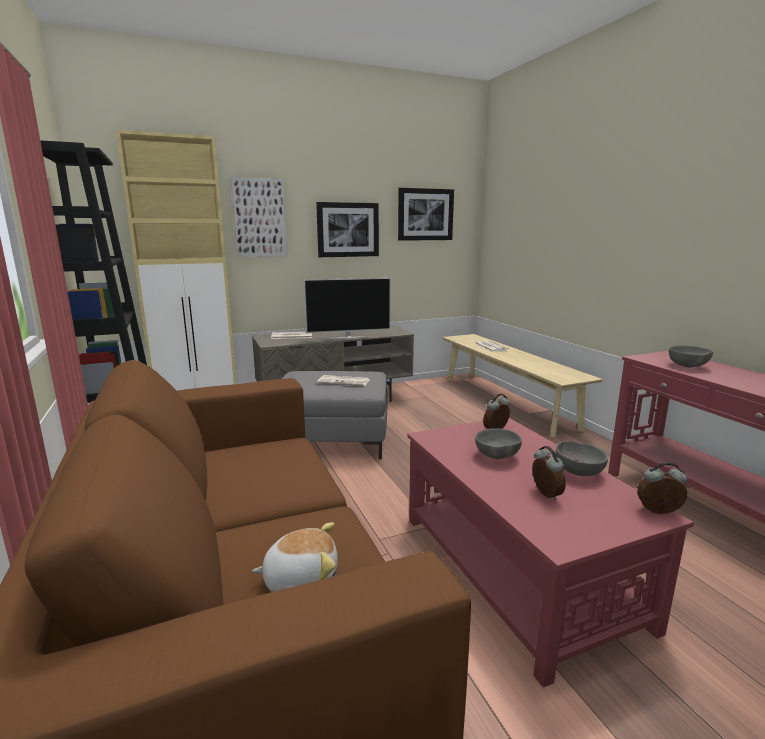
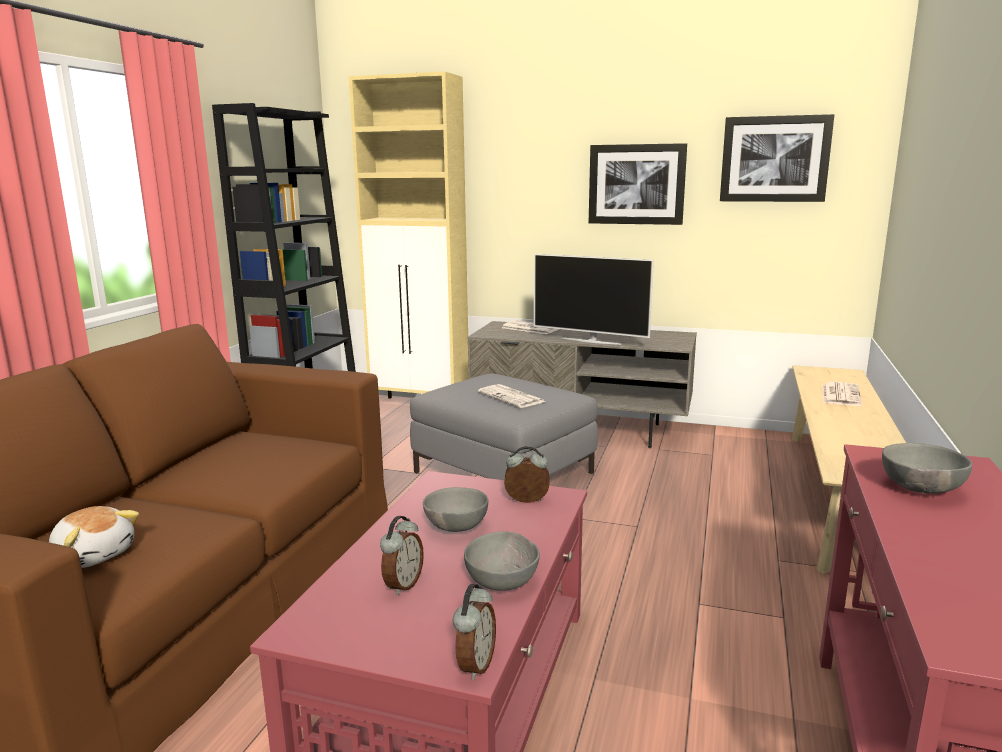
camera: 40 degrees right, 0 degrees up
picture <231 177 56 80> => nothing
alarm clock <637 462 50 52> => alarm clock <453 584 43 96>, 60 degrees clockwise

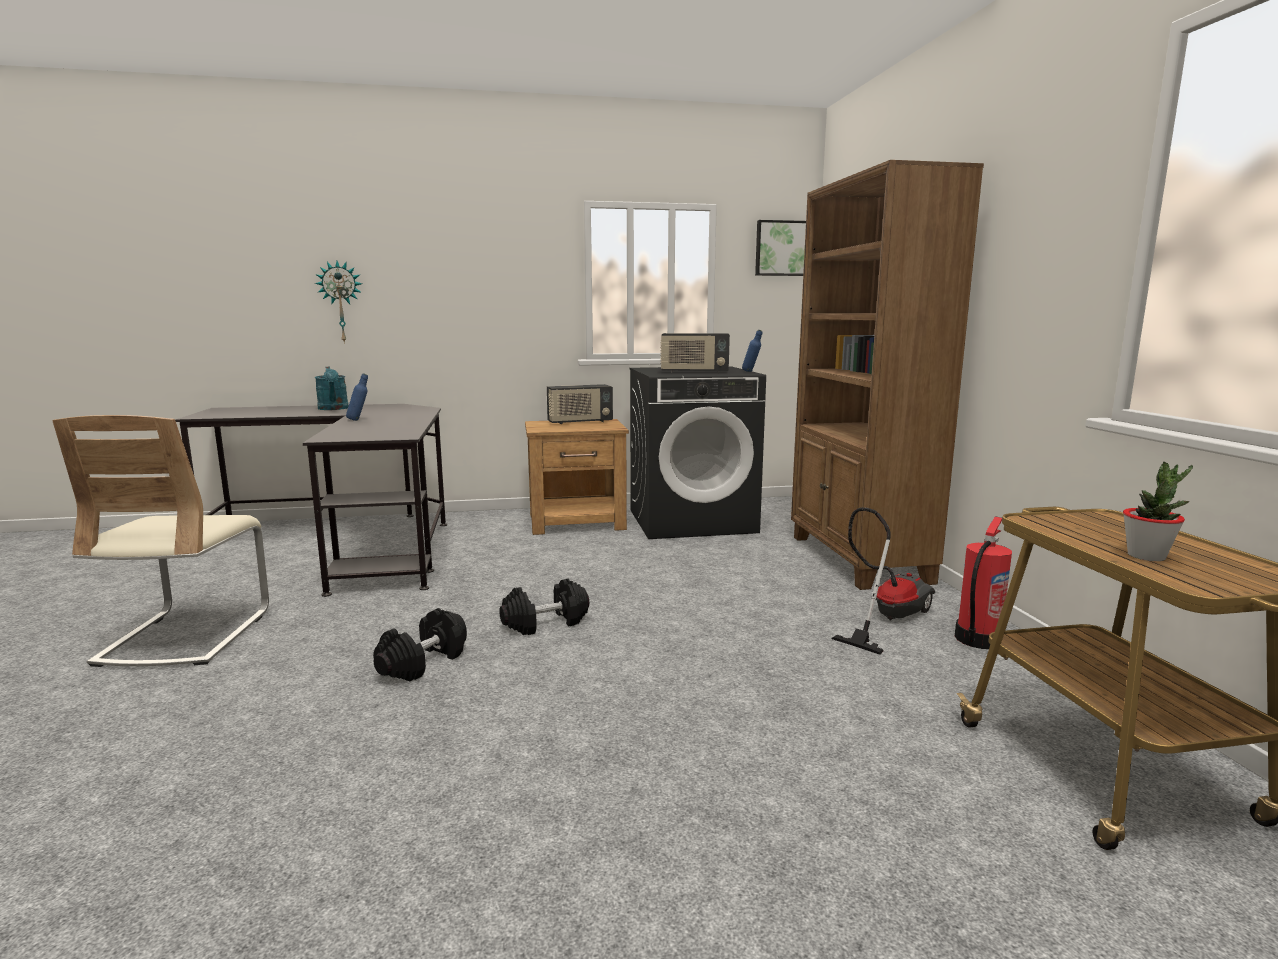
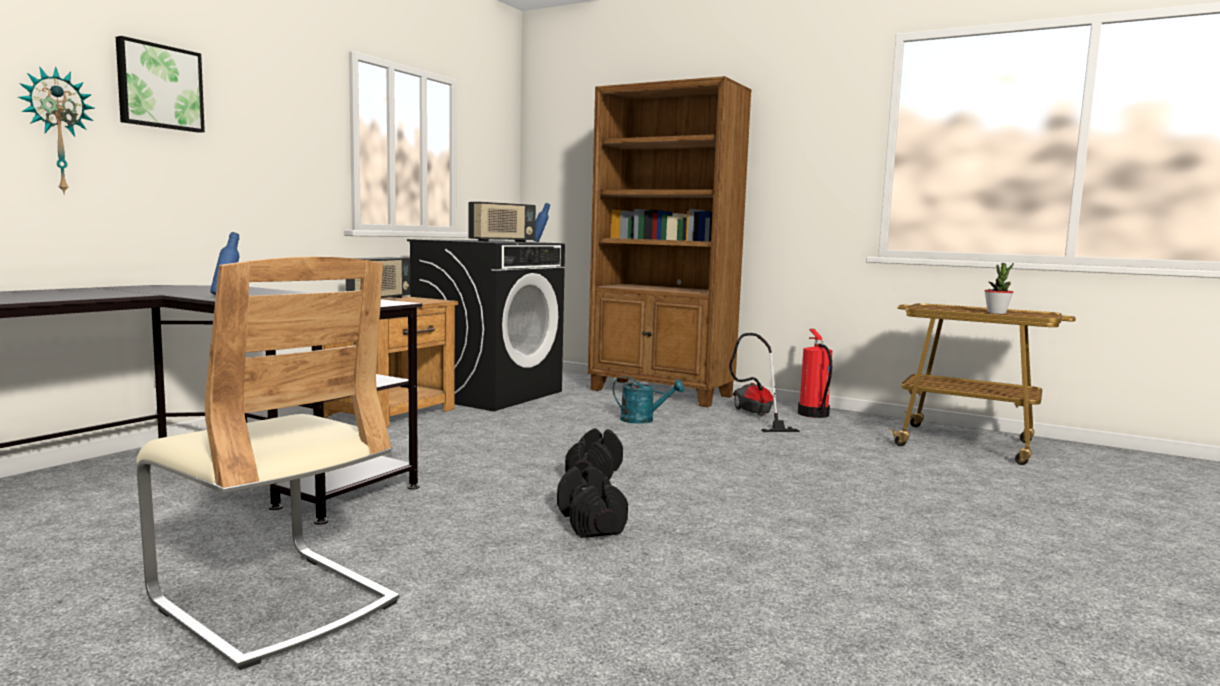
camera: 50 degrees left, 5 degrees down
watering can (turquoise) <315 367 34 43> => watering can (turquoise) <613 376 71 48>, moved
picture <755 220 51 56> => picture <116 36 89 97>, moved

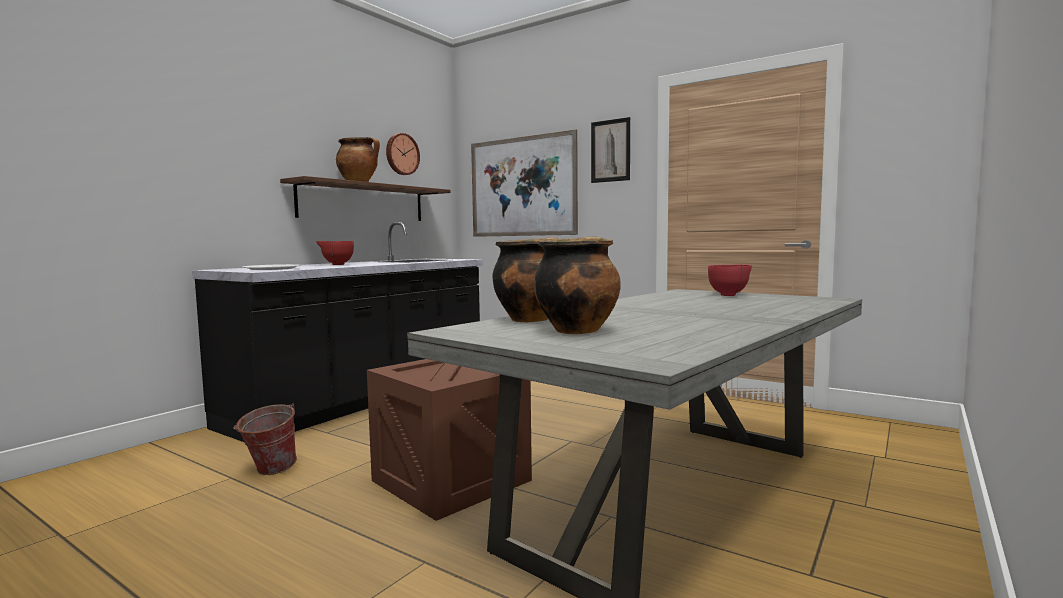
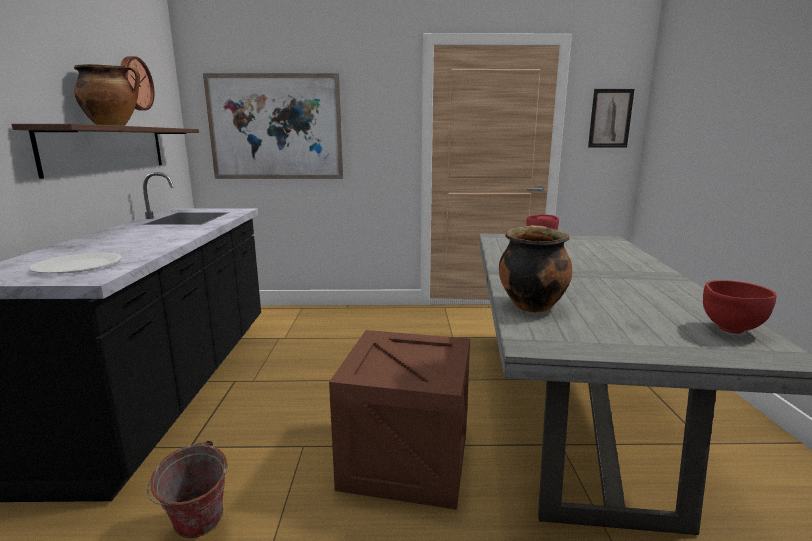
camera: 35 degrees left, 10 degrees up
cooking pot <534 236 86 98> => nothing
bowl (red) <317 241 37 24> => bowl (red) <703 280 74 54>, moved
picture <591 117 39 66> => picture <588 89 47 59>, moved

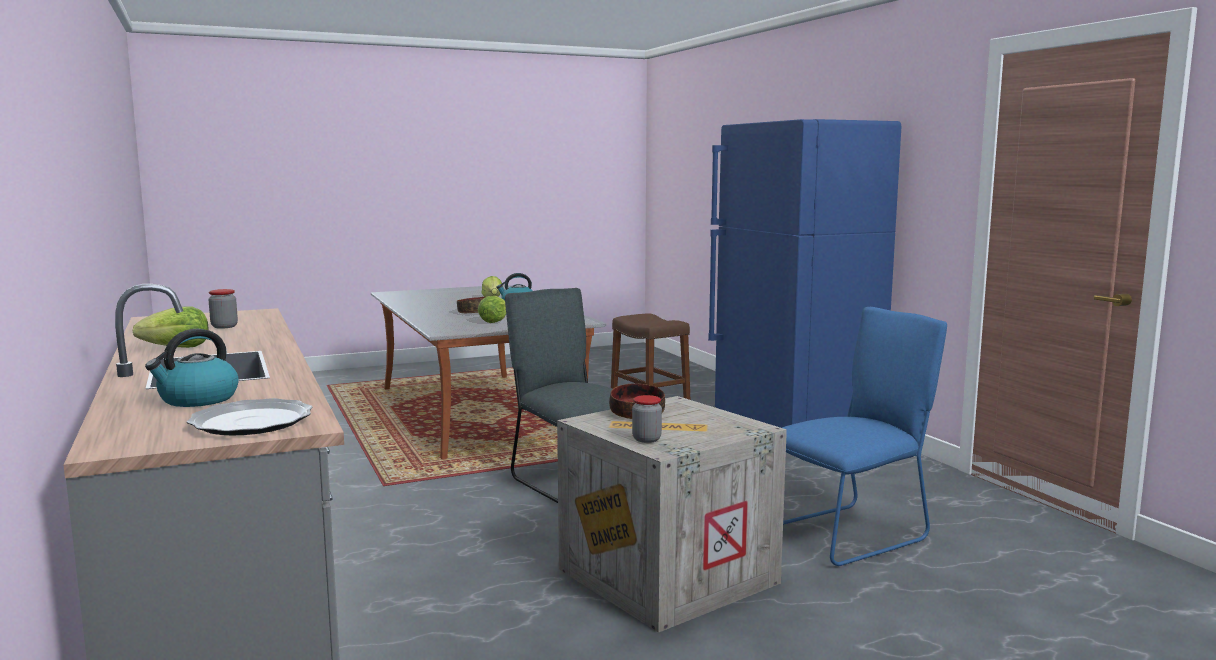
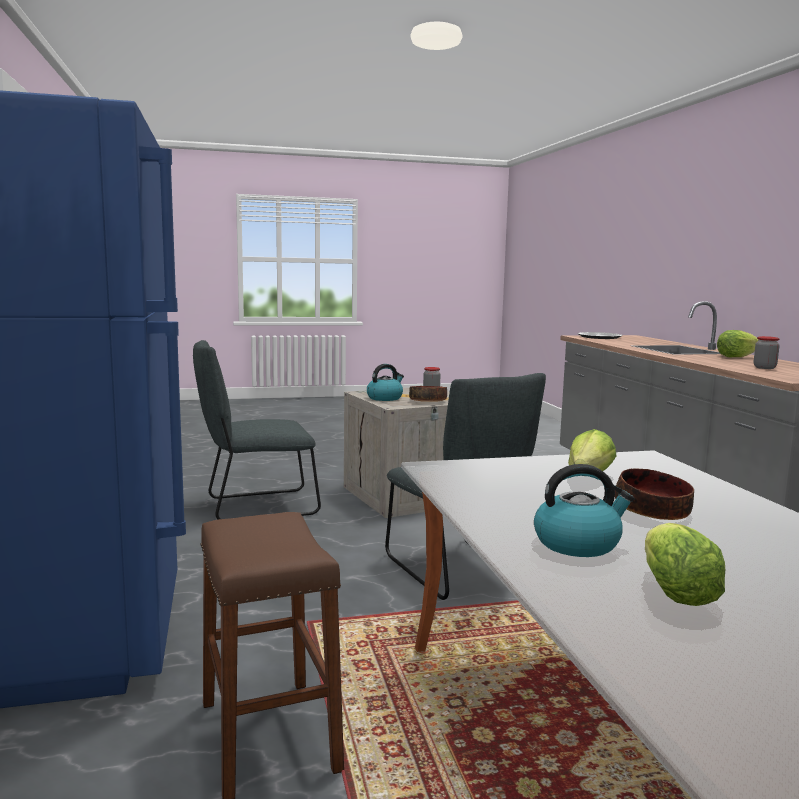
camera: 170 degrees left, 0 degrees up
kettle <145 329 94 78> => kettle <367 364 37 37>, moved
chair (blue) <782 307 165 259> => chair (grey) <193 340 128 180>

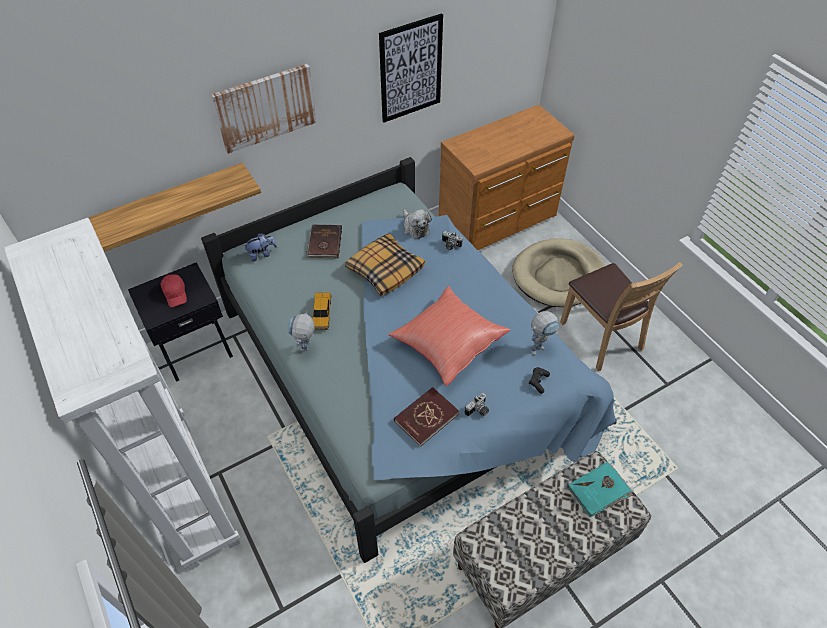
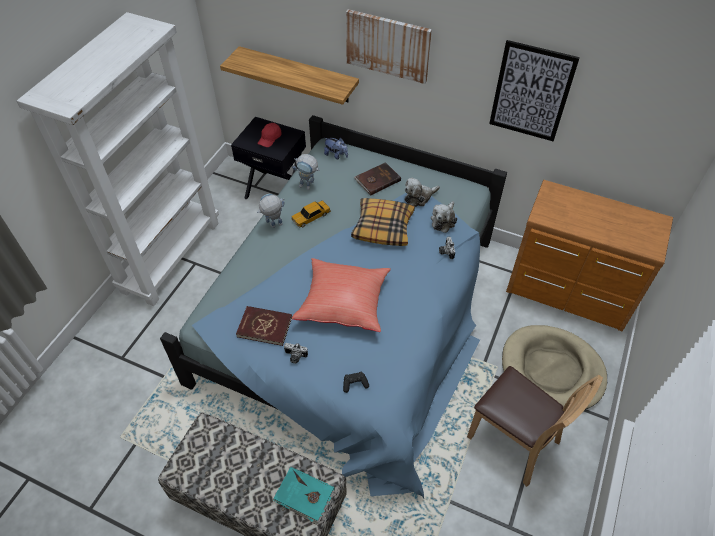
camera: 55 degrees right, 0 degrees up
nothing => plush toy <404 178 36 29>
toy robot <531 311 28 44> => toy robot <292 154 28 36>, moved
chair (brown) <560 262 123 109> => chair (brown) <467 366 136 121>, 75 degrees counterclockwise

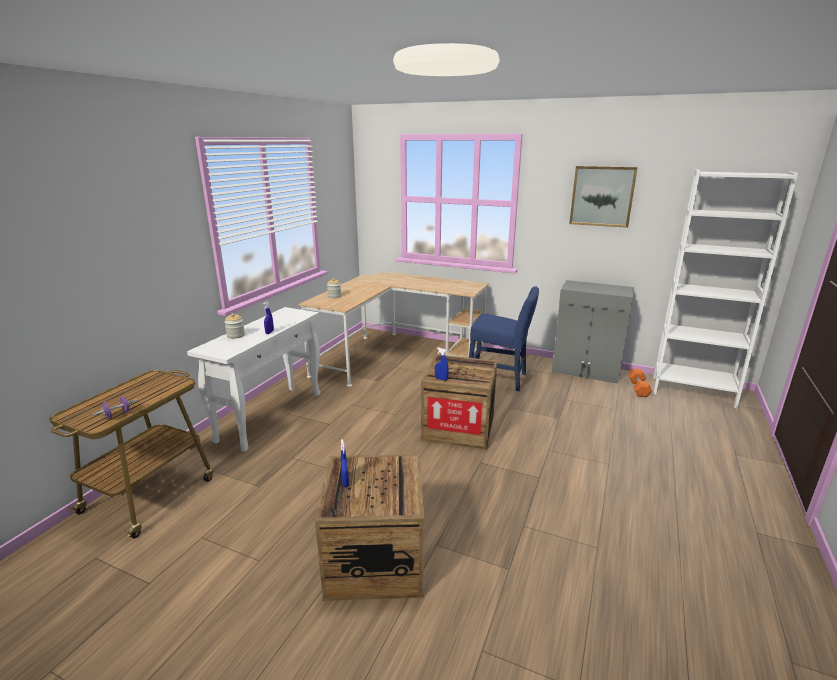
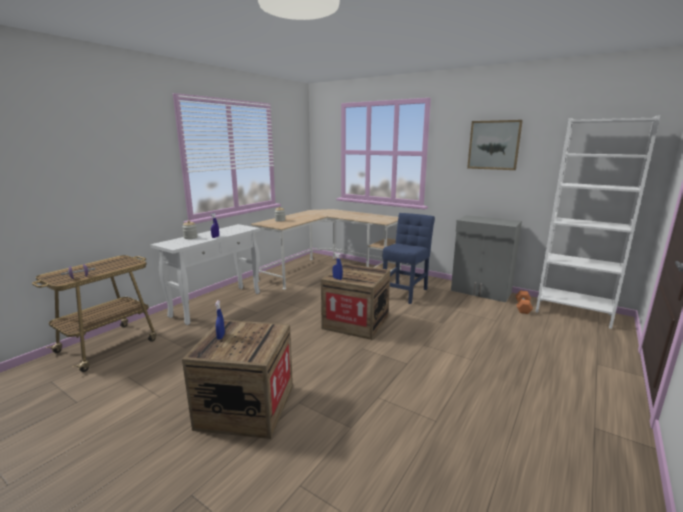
camera: 10 degrees right, 5 degrees down
chair (blue) <469 286 70 105> => chair (blue) <383 213 52 91>, 90 degrees counterclockwise

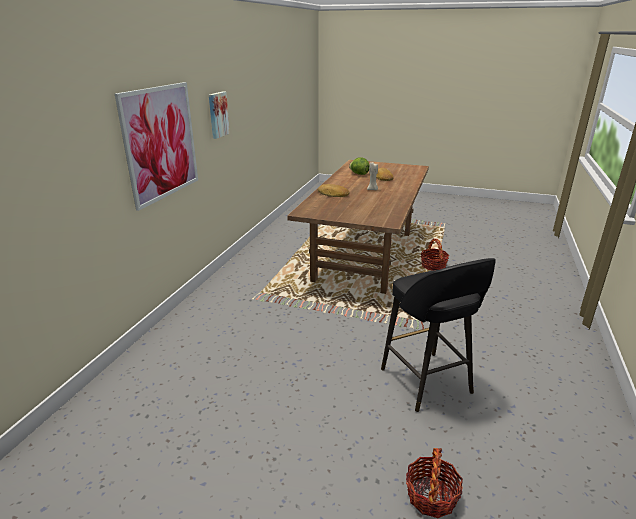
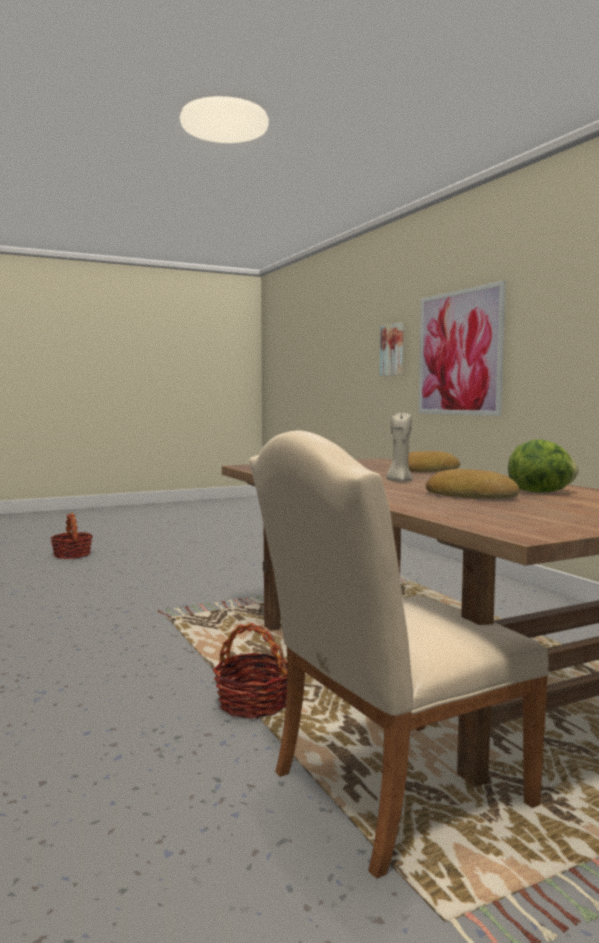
camera: 135 degrees right, 20 degrees down
stool (black) <381 258 115 154> => nothing
nothing => chair (beige) <249 430 301 449>
picture <209 91 21 48> => picture <380 323 24 53>, moved

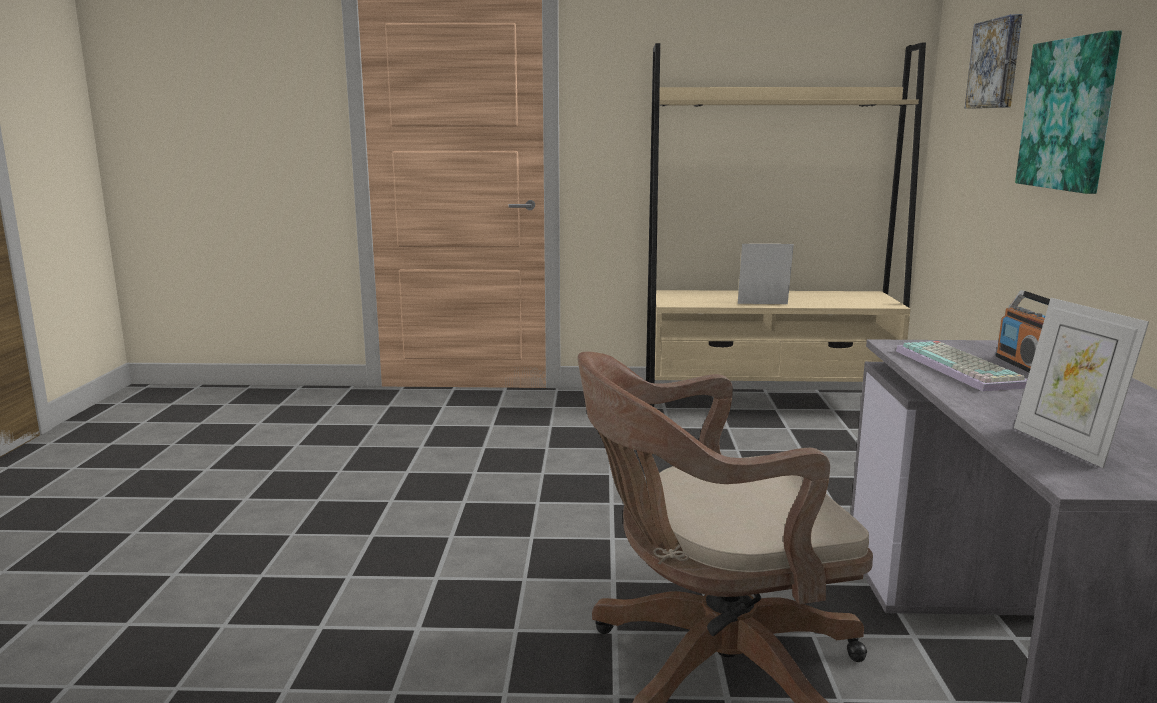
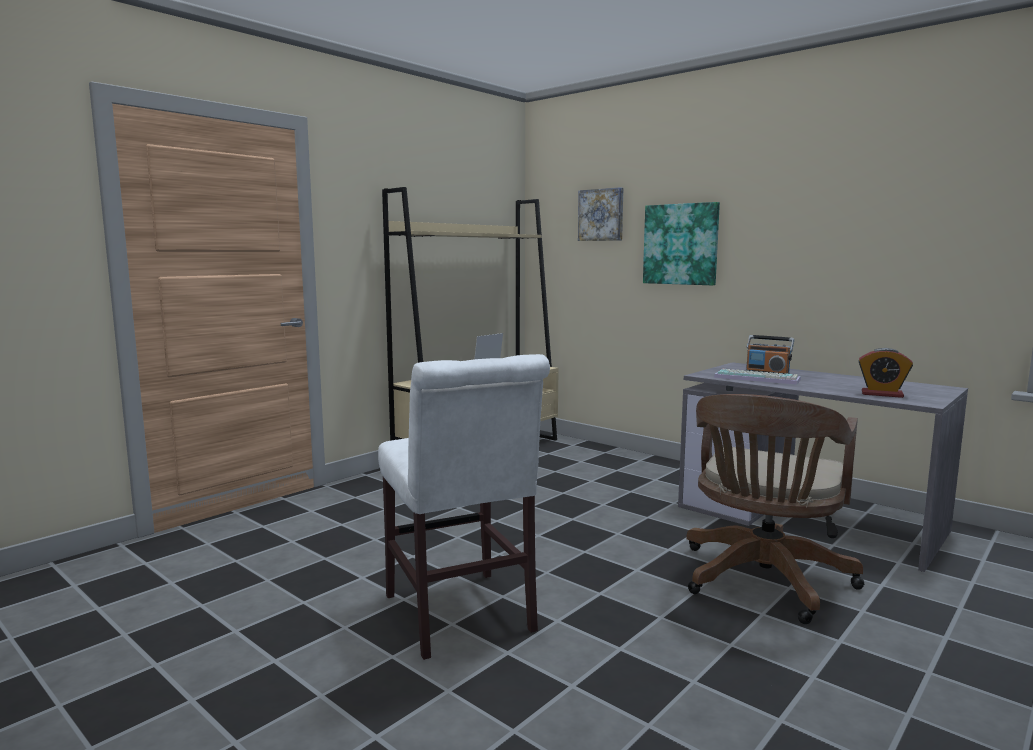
camera: 50 degrees left, 5 degrees down
nothing => chair (white) <378 354 172 306>
picture frame <1014 298 135 170> => alarm clock <858 348 55 50>

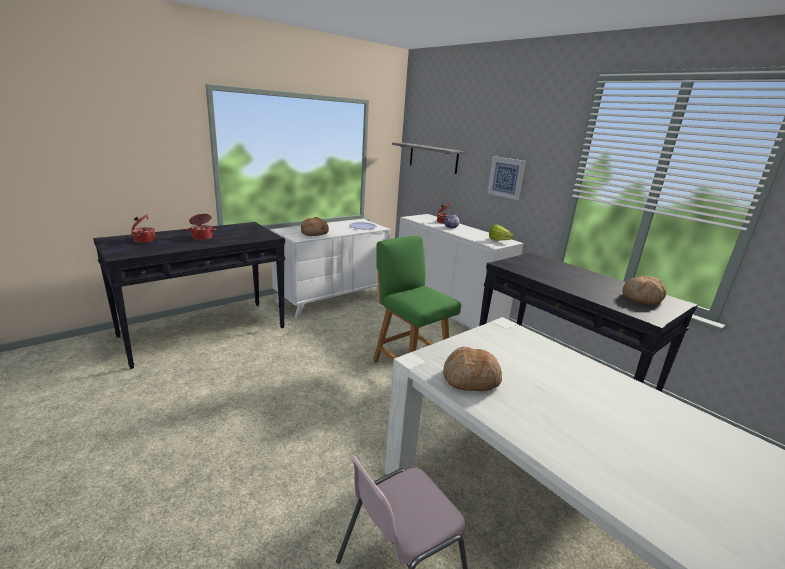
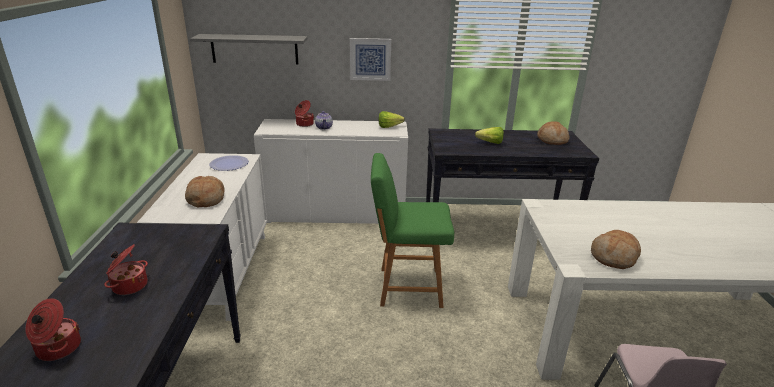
camera: 50 degrees left, 5 degrees up
nothing => lettuce <475 127 29 17>

